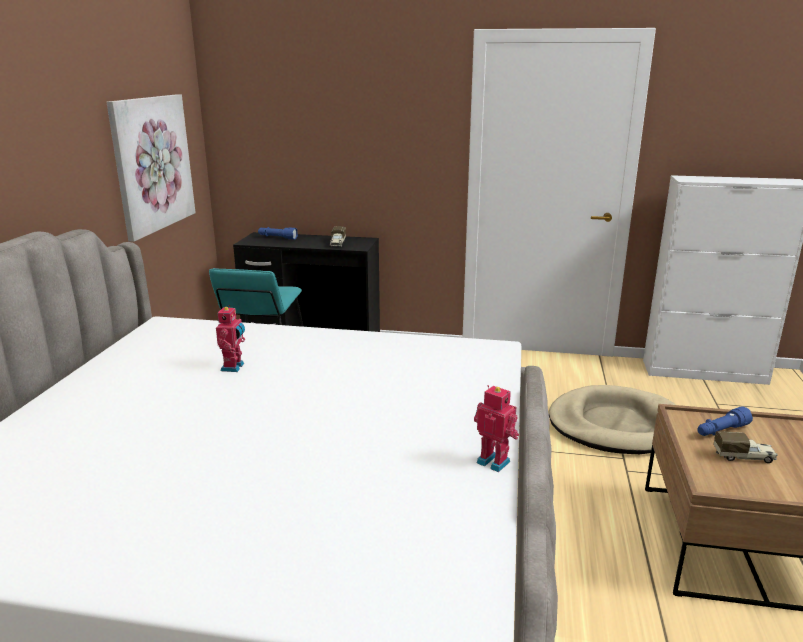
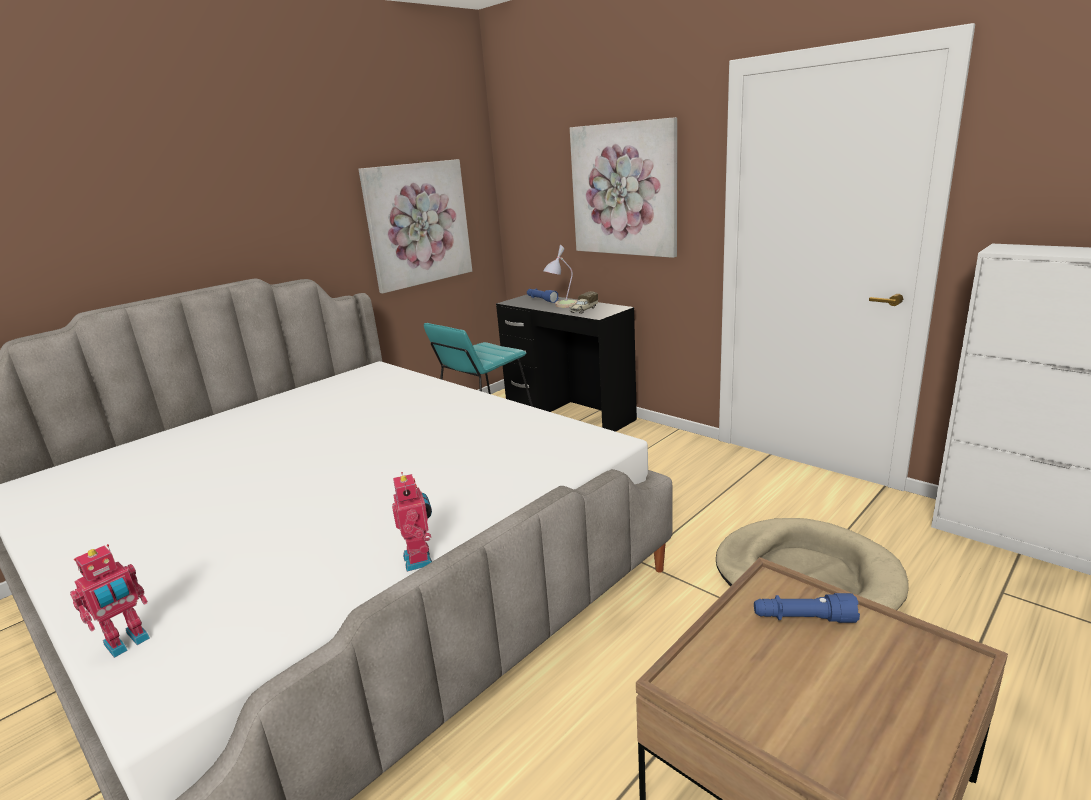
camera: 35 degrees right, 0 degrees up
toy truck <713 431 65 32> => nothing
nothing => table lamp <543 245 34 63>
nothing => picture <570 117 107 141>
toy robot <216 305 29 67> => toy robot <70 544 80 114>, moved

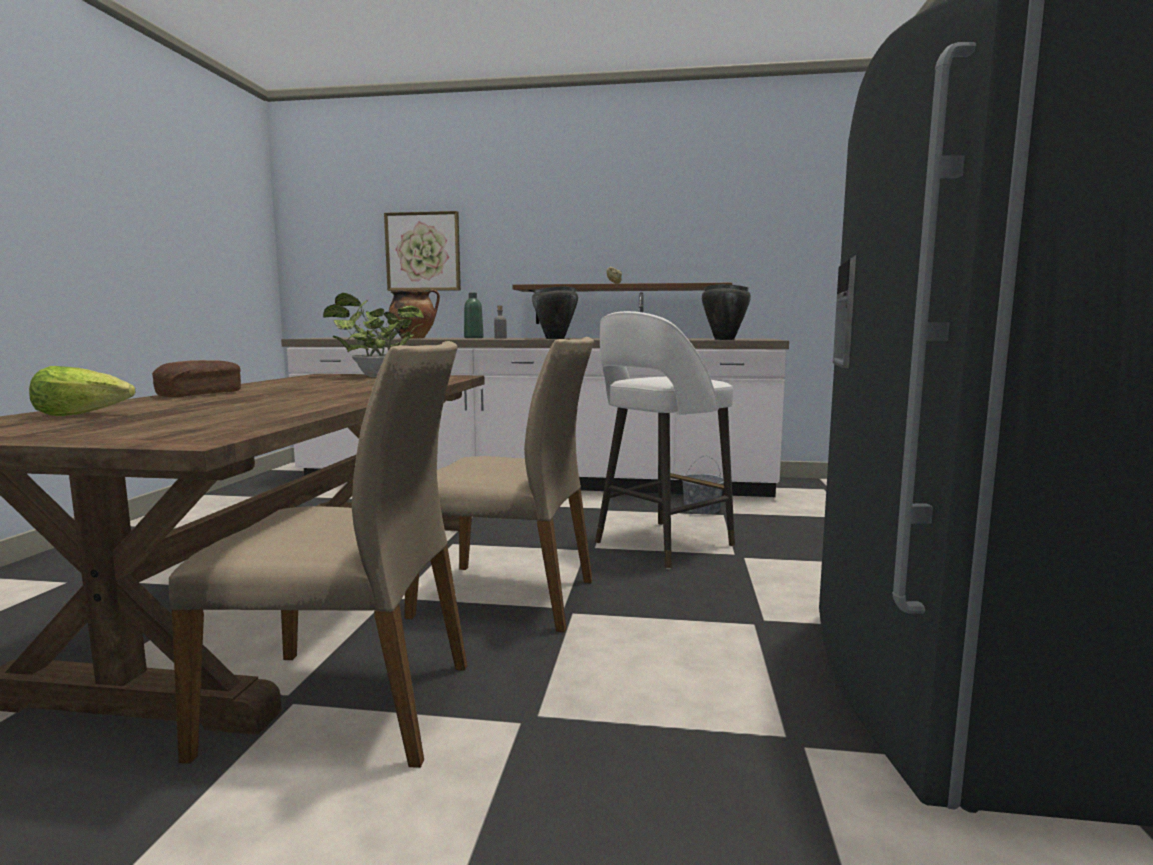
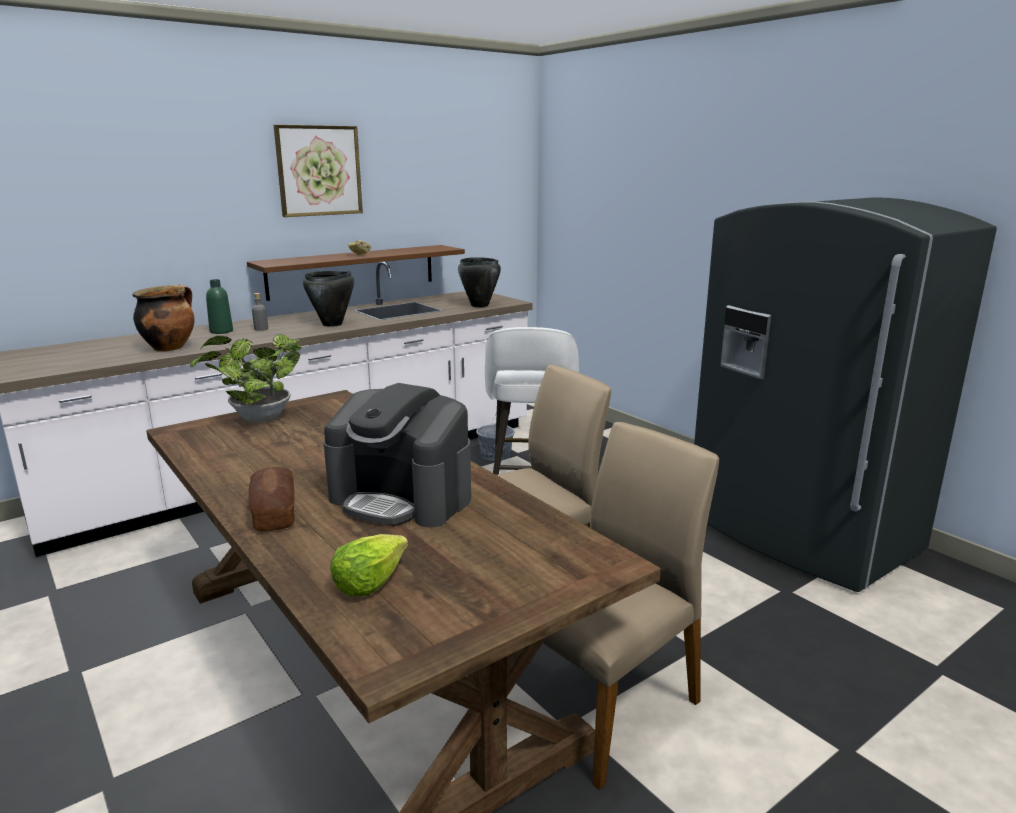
camera: 45 degrees left, 10 degrees up
nothing => coffee machine <324 383 147 144>
picture <384 211 77 80> => picture <274 125 89 92>, moved

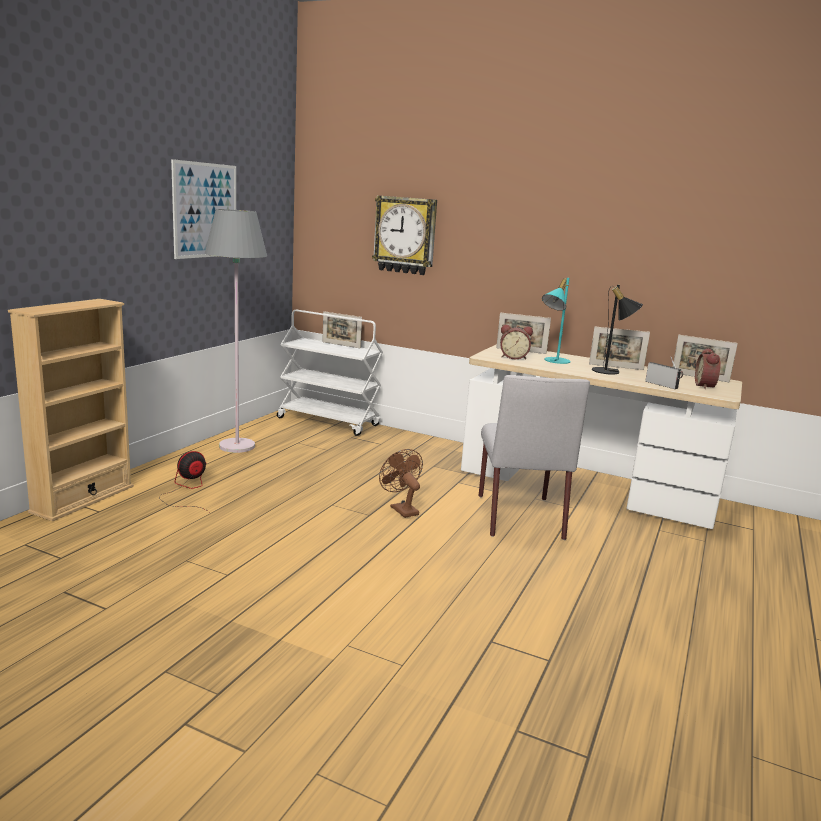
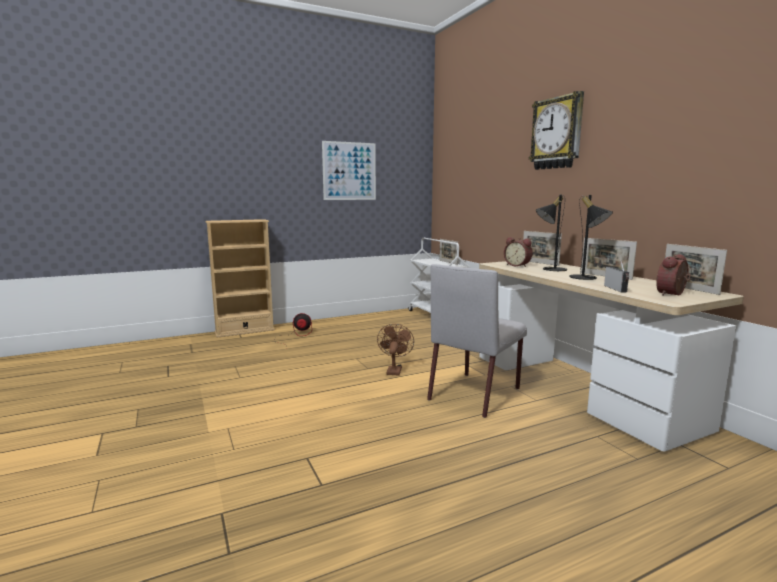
camera: 40 degrees right, 5 degrees down
floor lamp (grey) <205 209 62 244> => nothing
wall clock <372 195 65 80> => wall clock <529 91 55 79>, moved
table lamp (turquoise) <542 278 28 86> => table lamp (black) <536 195 31 76>

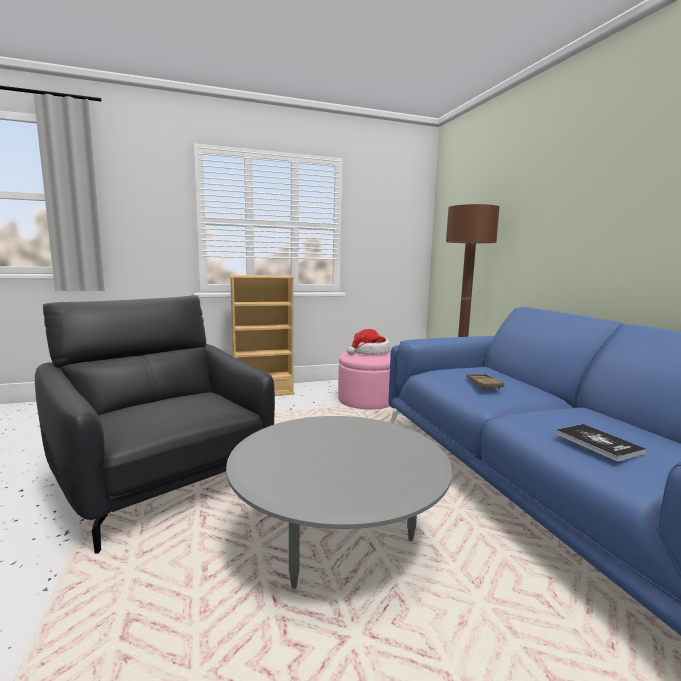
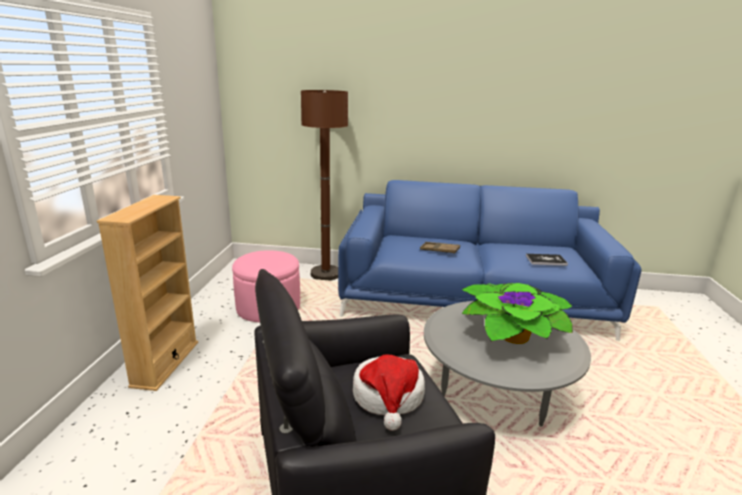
camera: 65 degrees left, 10 degrees up
nothing => potted plant <462 283 111 61>
hat <347 329 43 26> => hat <353 354 72 77>, moved

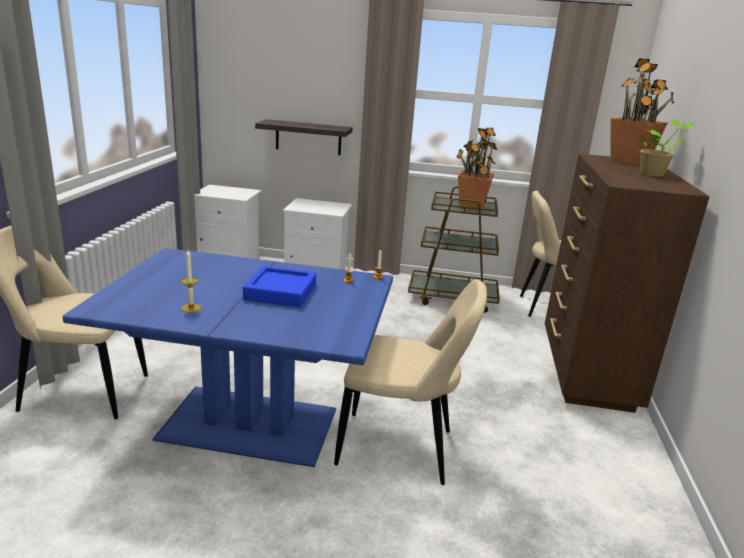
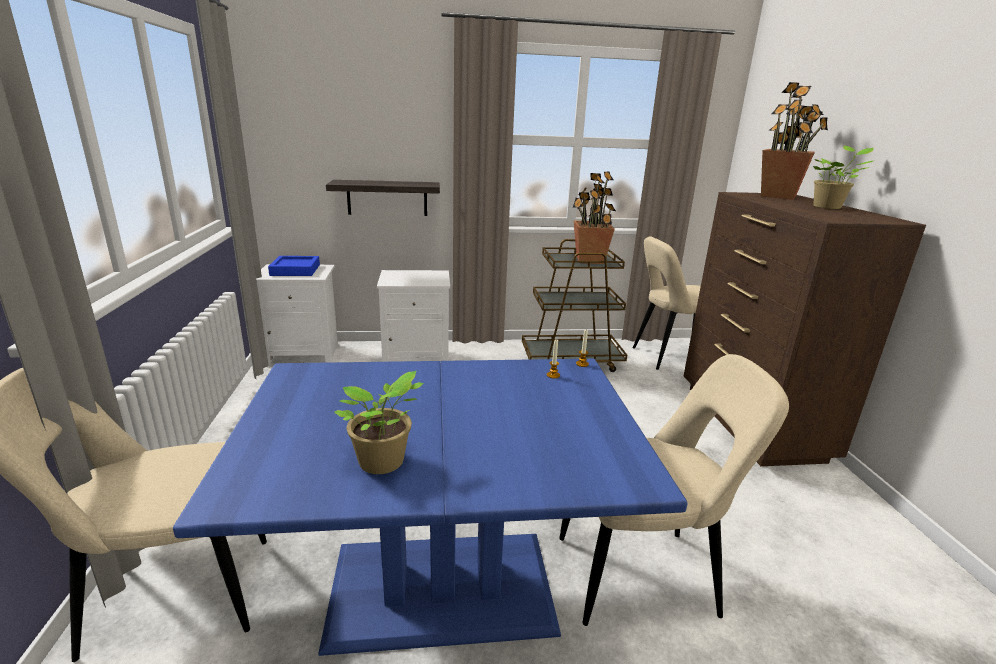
camera: 15 degrees left, 0 degrees up
tray (blue) <243 266 73 41> => tray (blue) <268 256 52 20>, moved
candle <181 250 20 62> => potted plant <334 371 89 103>

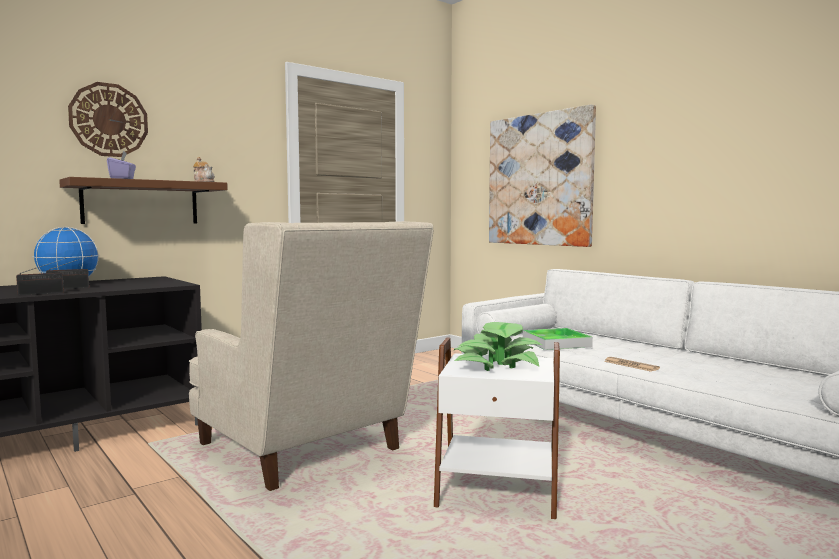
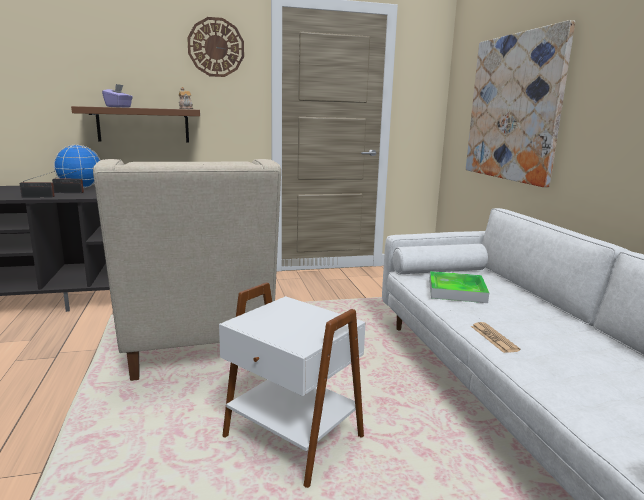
camera: 25 degrees right, 10 degrees up
potted plant <453 322 89 49> => nothing
wall clock <68 82 80 75> => wall clock <187 17 57 60>, moved

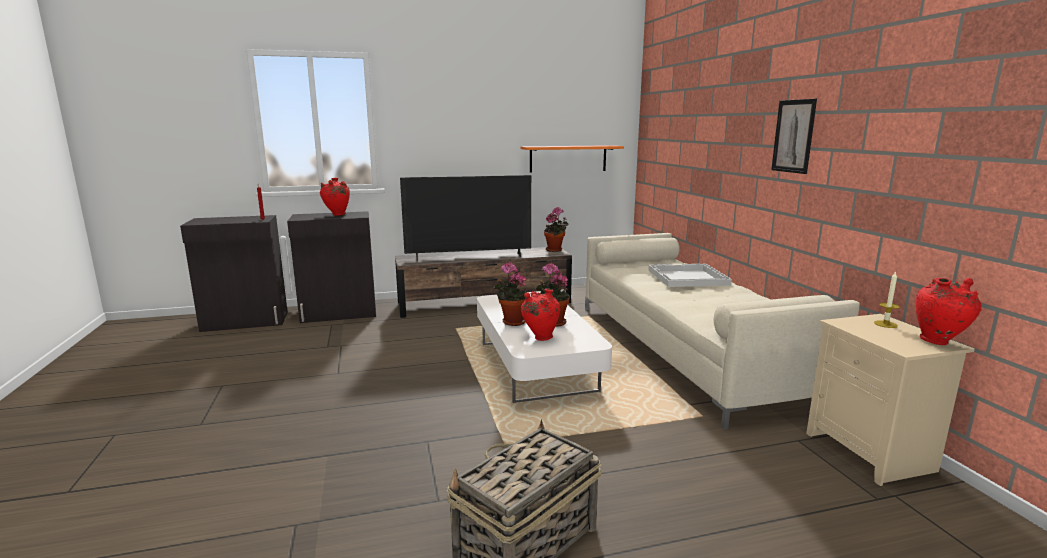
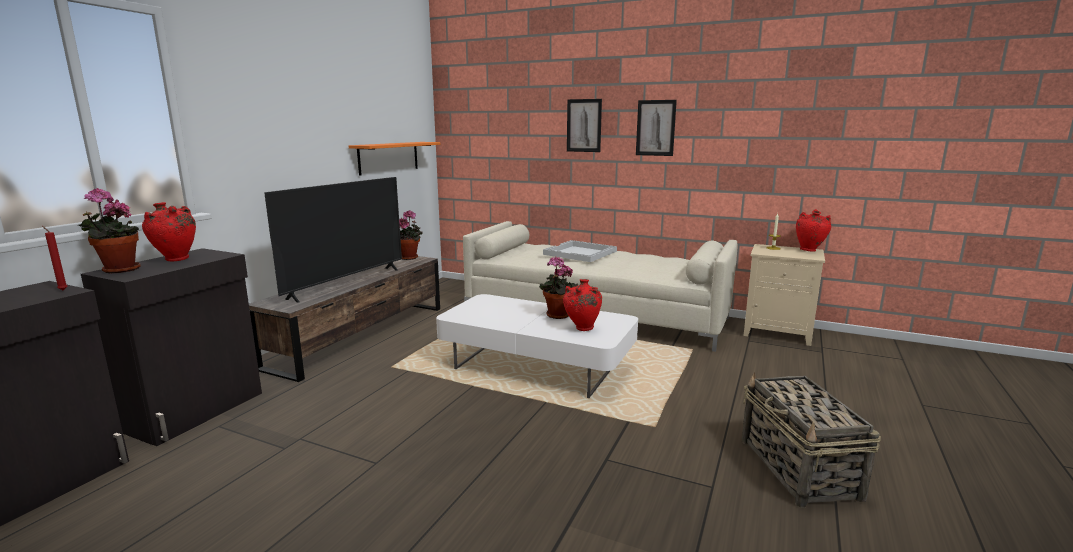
camera: 50 degrees left, 0 degrees up
nothing => picture <567 99 35 53>
potted plant <494 262 32 64> => potted plant <78 188 62 85>, moved

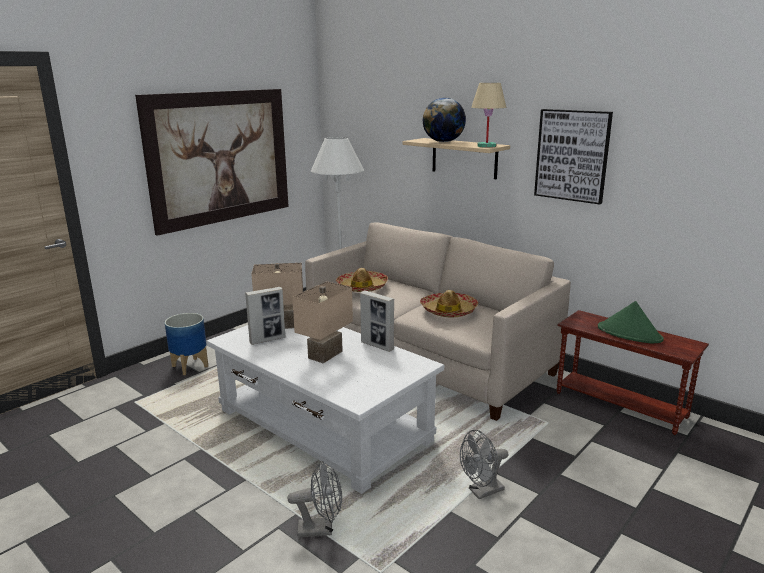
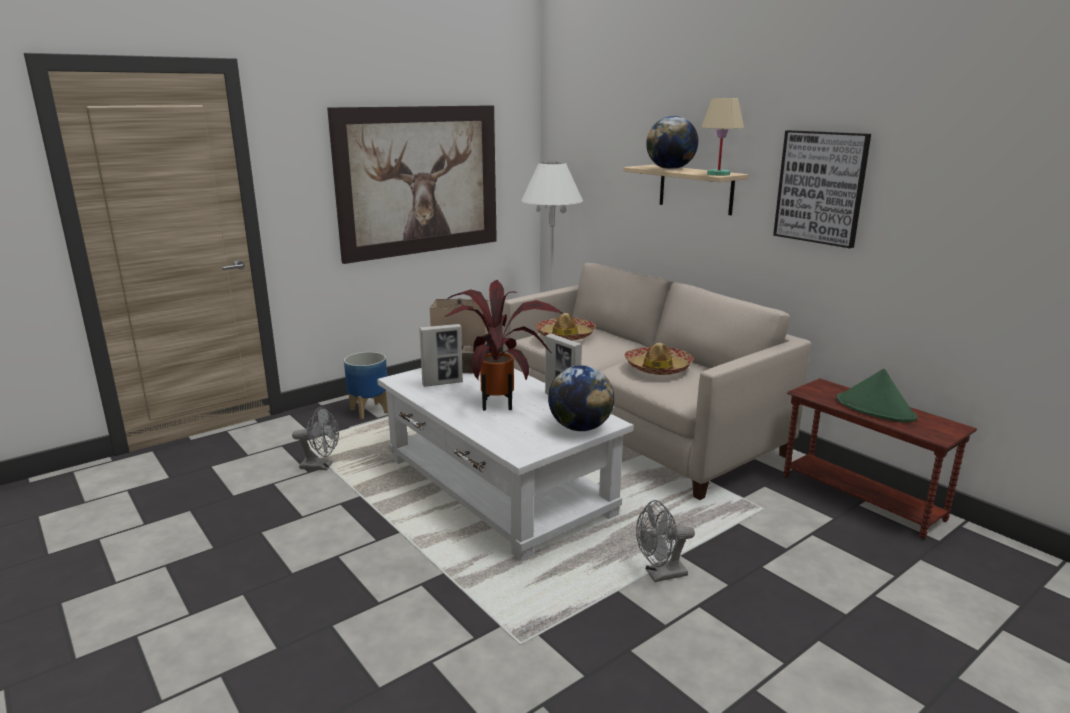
camera: 10 degrees right, 0 degrees up
nothing => globe <548 365 66 66>
fan (grey) <287 461 55 76> => fan (grey) <292 407 47 63>, moved
table lamp (beige) <292 281 61 82> => potted plant <445 280 118 131>

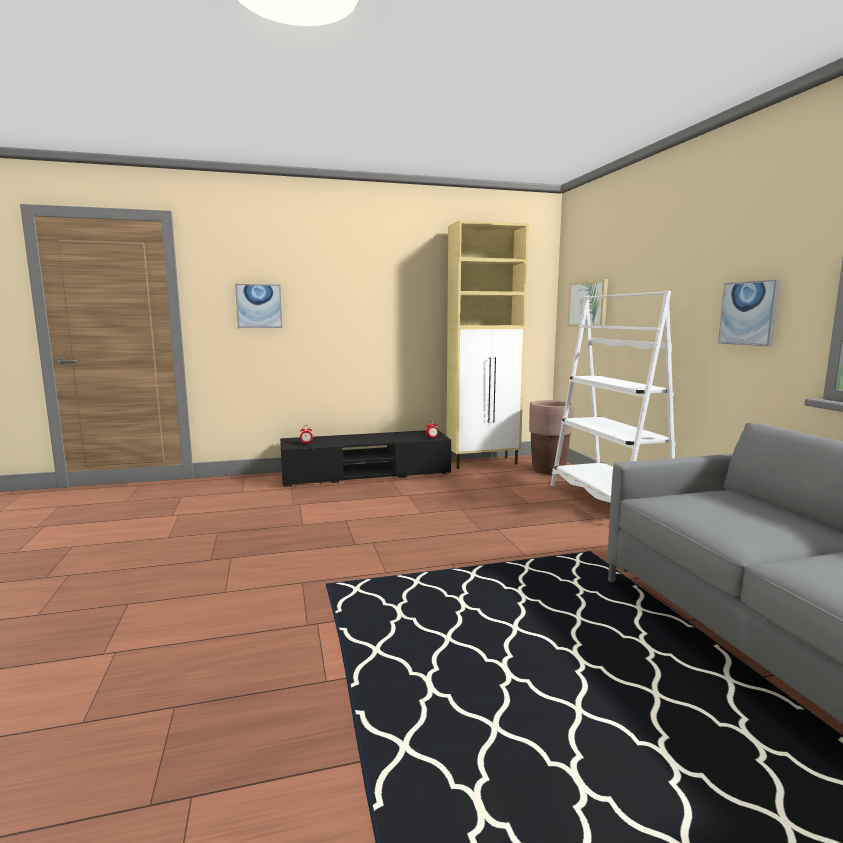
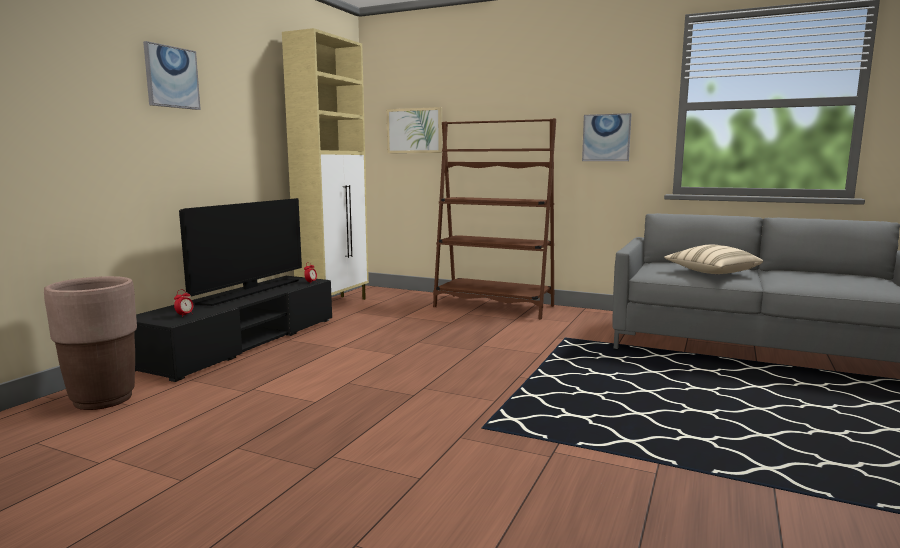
camera: 50 degrees left, 0 degrees up
nothing => television <179 198 123 108>
nothing => pillow (beige) <664 244 99 30>
picture <235 284 47 44> => picture <143 41 58 69>, moved
planter (brown) <529 400 45 74> => planter (brown) <44 276 93 134>, moved
bookcase (white) <551 291 125 212> => bookcase (brown) <433 118 123 202>

